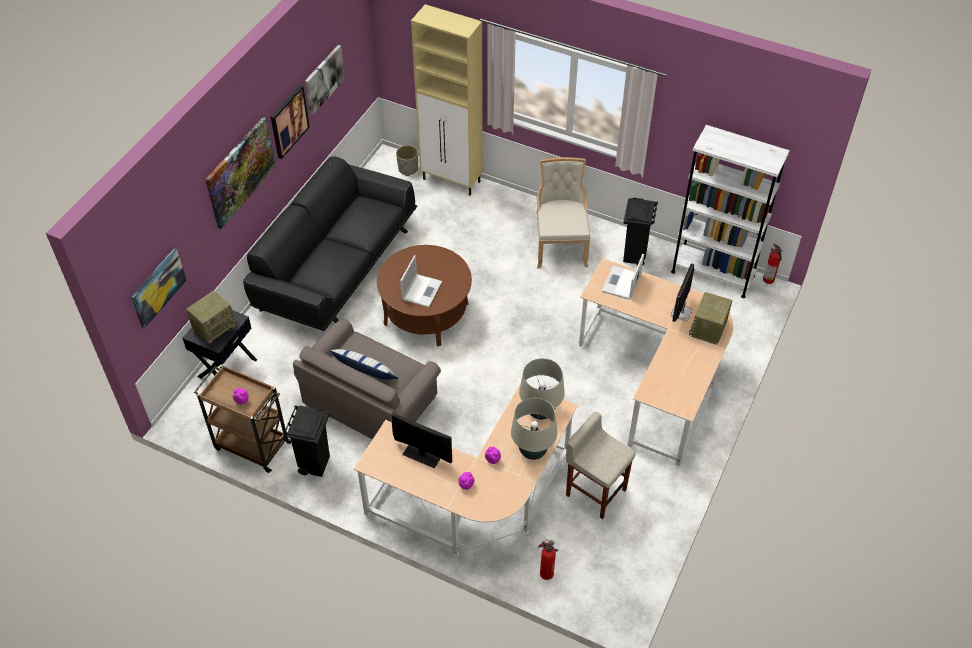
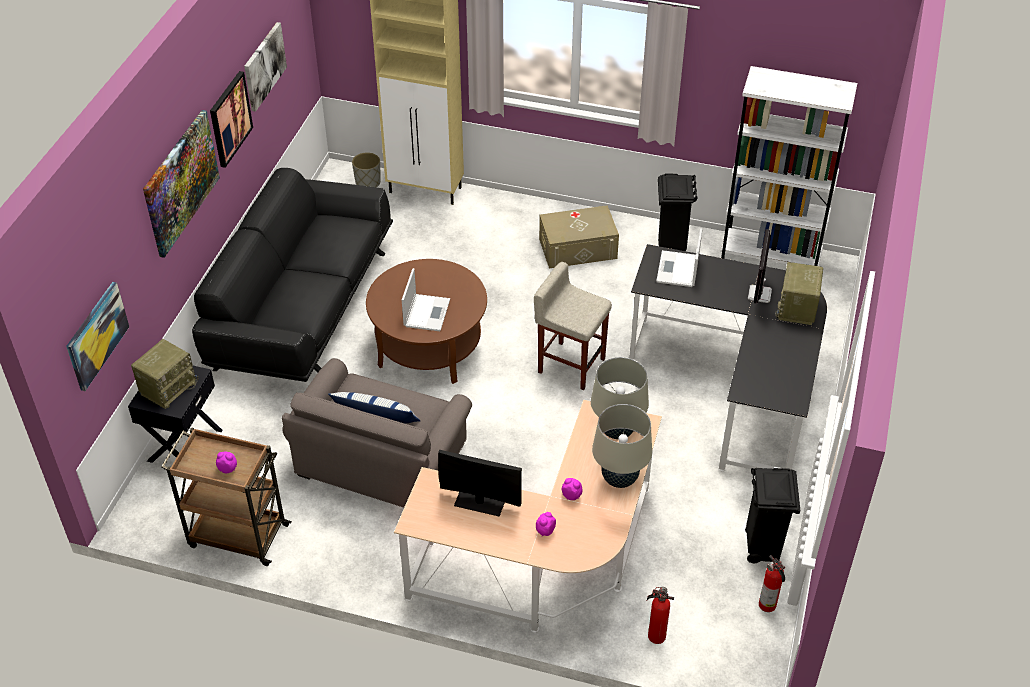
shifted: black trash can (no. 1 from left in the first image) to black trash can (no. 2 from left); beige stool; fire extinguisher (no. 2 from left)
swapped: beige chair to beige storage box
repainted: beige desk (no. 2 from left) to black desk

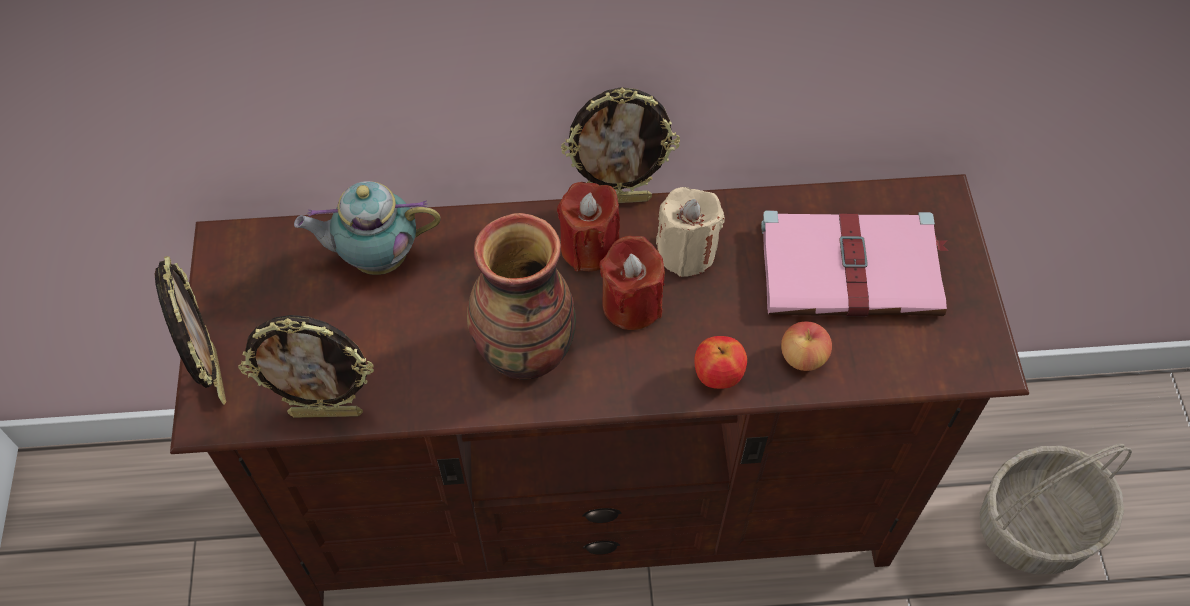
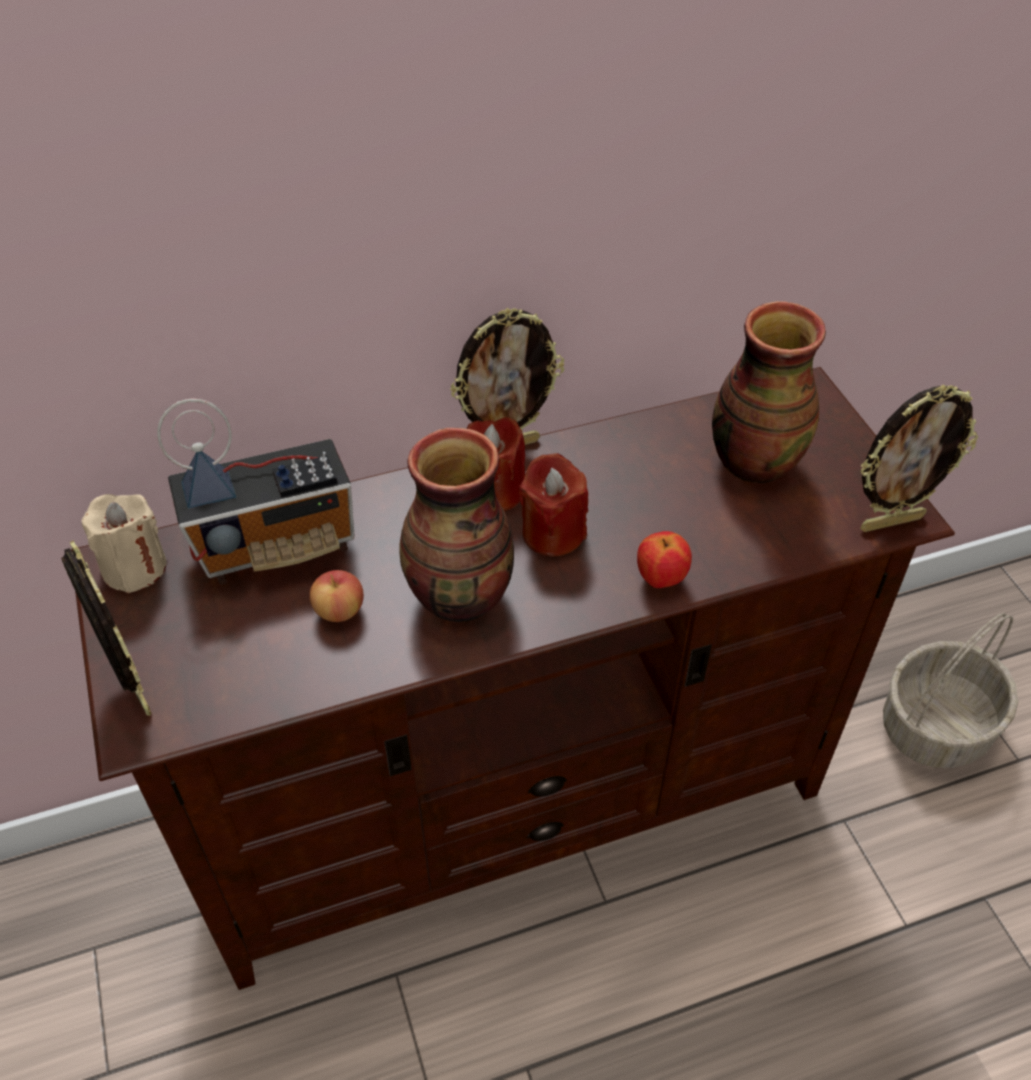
shifted: picture frame (no. 2 from left in the first image) to picture frame (no. 3 from left); beige candle; apple (no. 2 from left in the first image) to apple (no. 1 from left)
swapped: teapot to radio; pink book to vase (no. 2 from left)

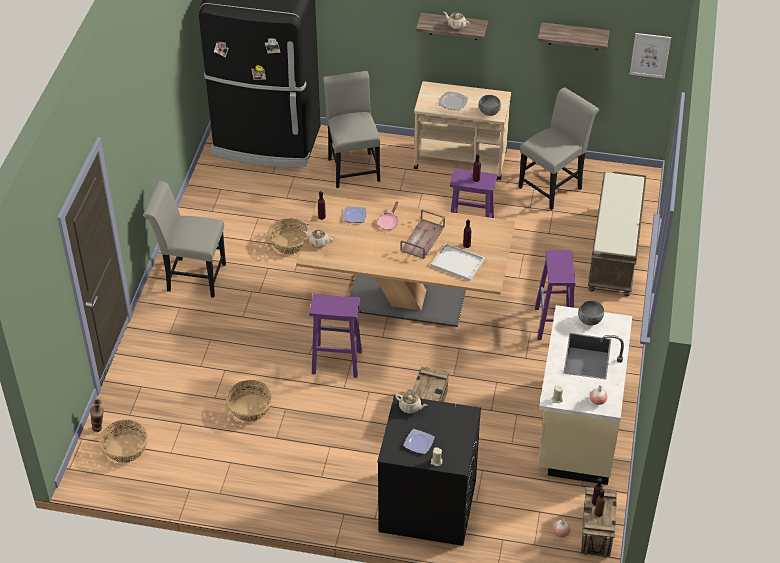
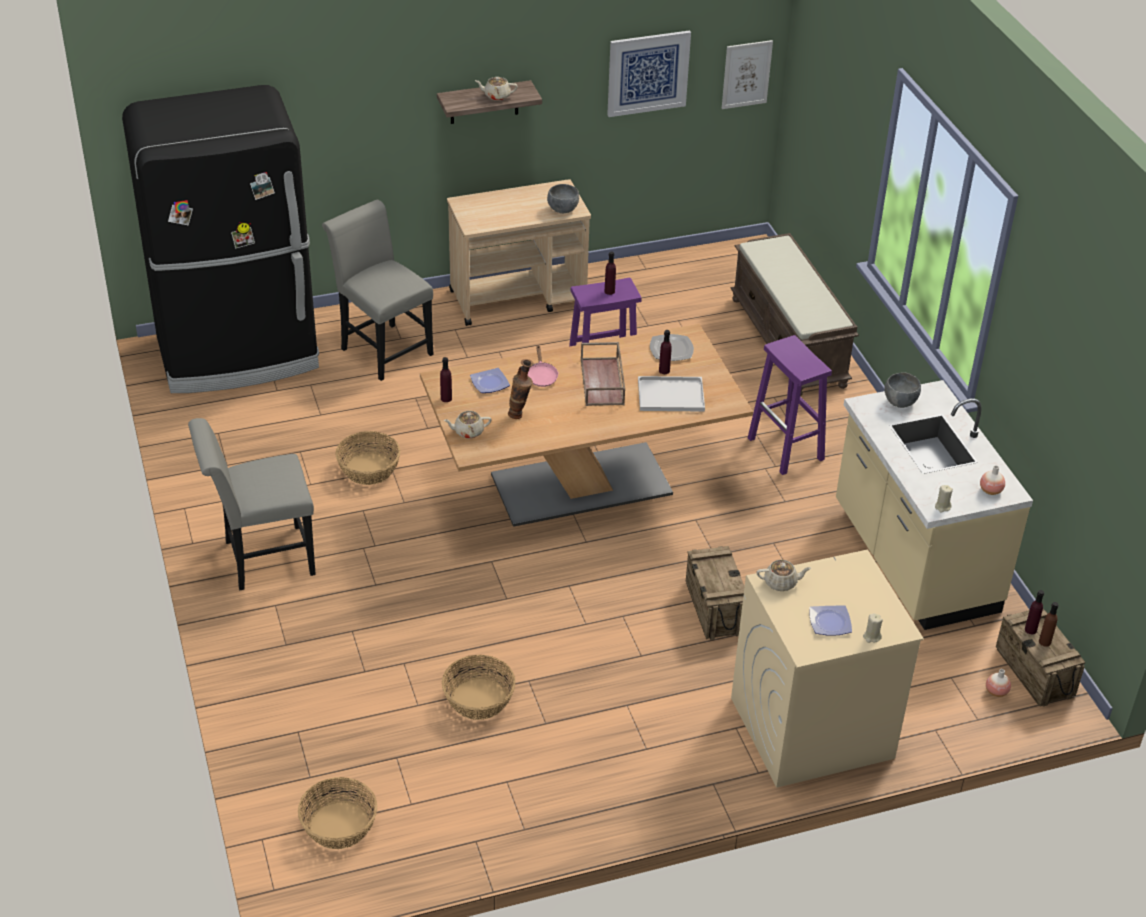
gone: purple stool (no. 1 from left); grey chair (no. 3 from left)
shifted: vase (no. 1 from left); plate (no. 3 from left in the first image) to plate (no. 2 from left)
swapped: shelf (no. 2 from left) to picture (no. 1 from left)
repainted: black washing machine to beige washing machine

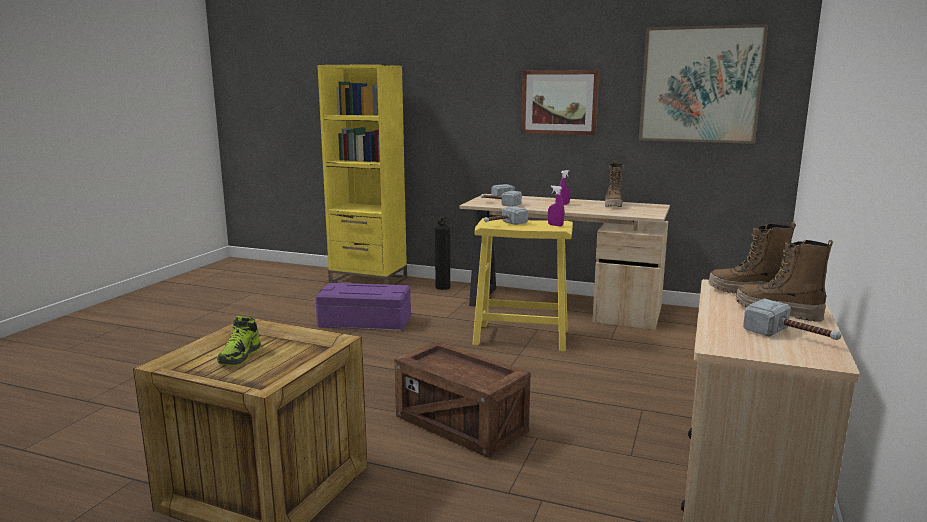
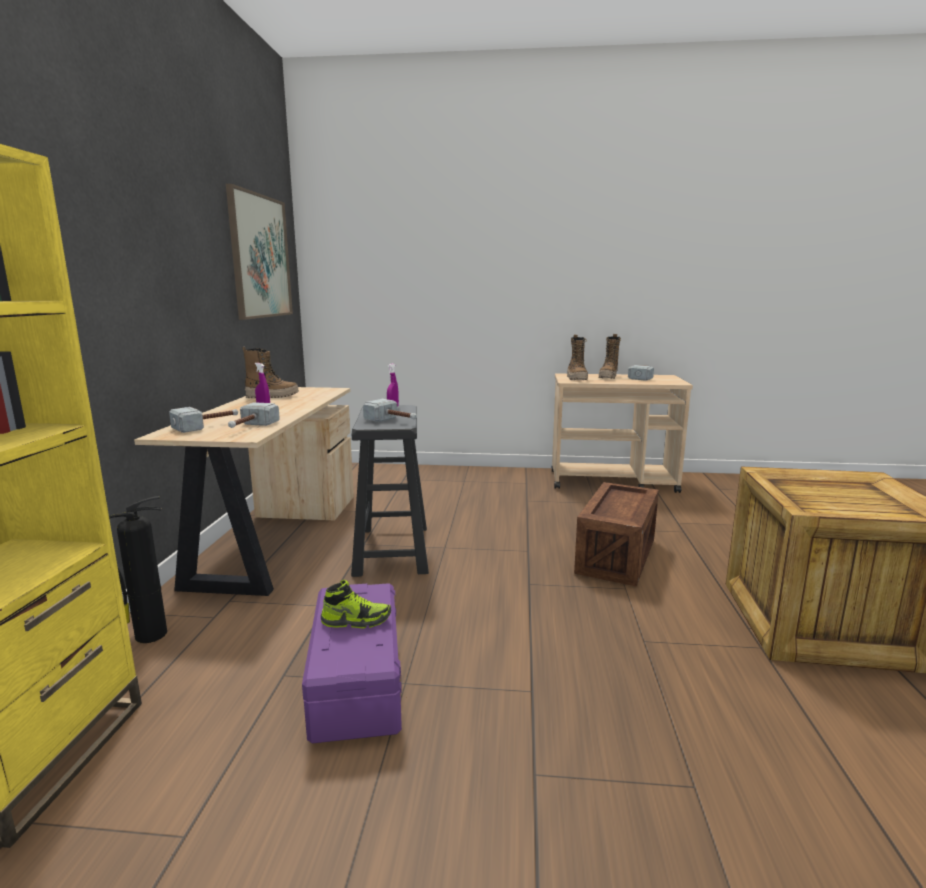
gone: picture (no. 1 from left)
shifted: shoe
repainted: yellow stool to black stool

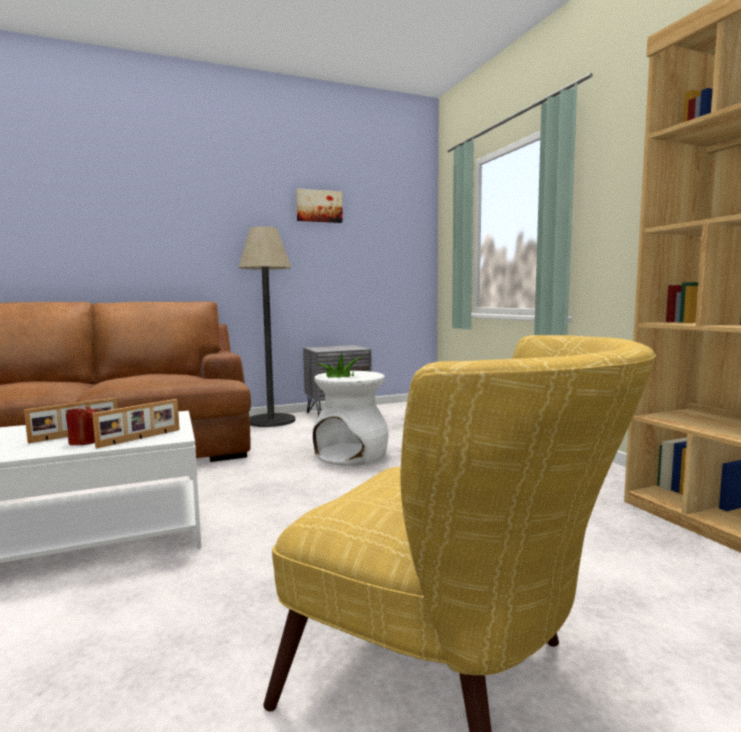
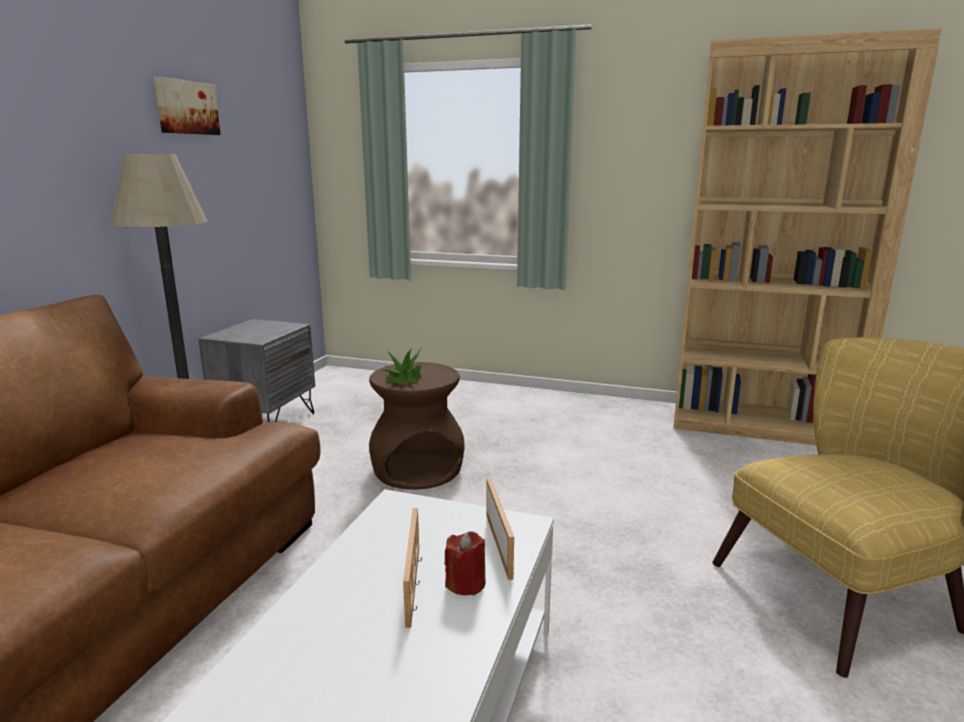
repainted: white stool to brown stool

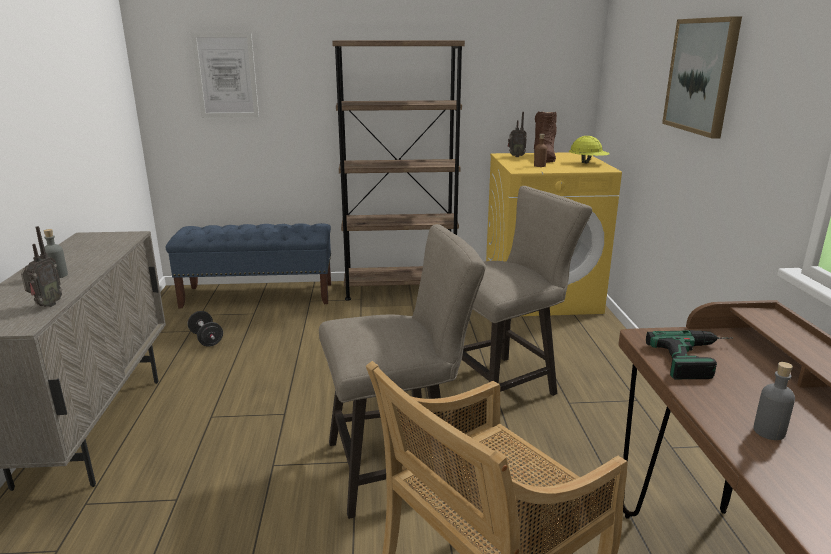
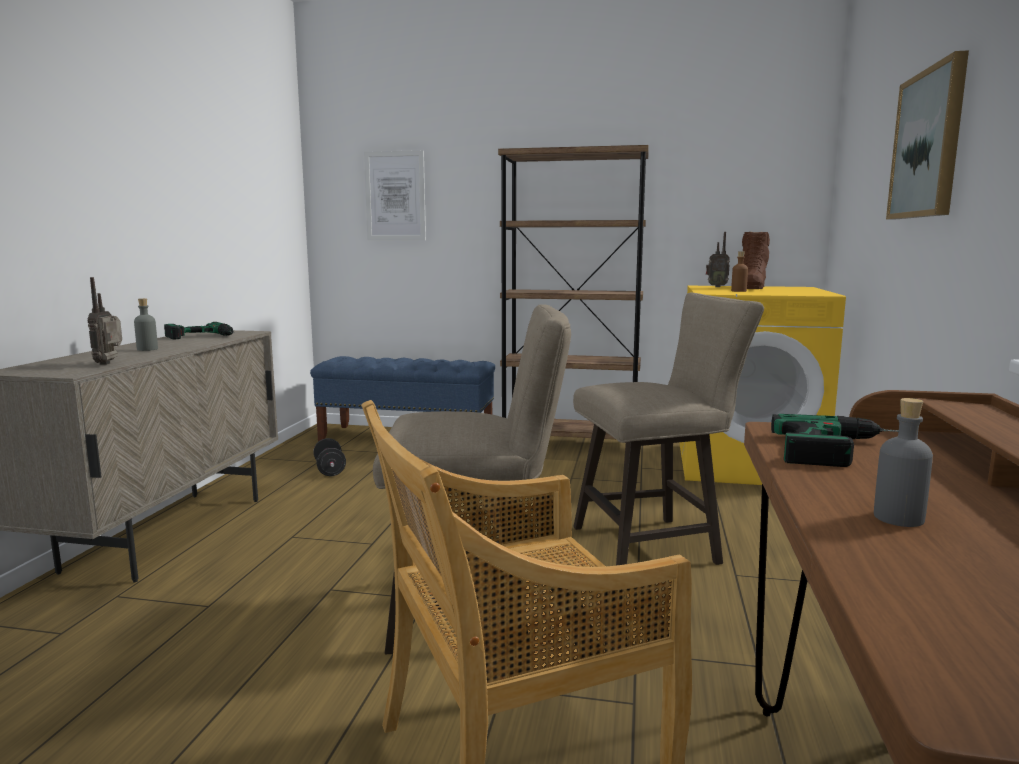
gone: yellow hard hat
new: power drill (no. 1 from left)
rotated: radio (no. 1 from left) 150 degrees clockwise

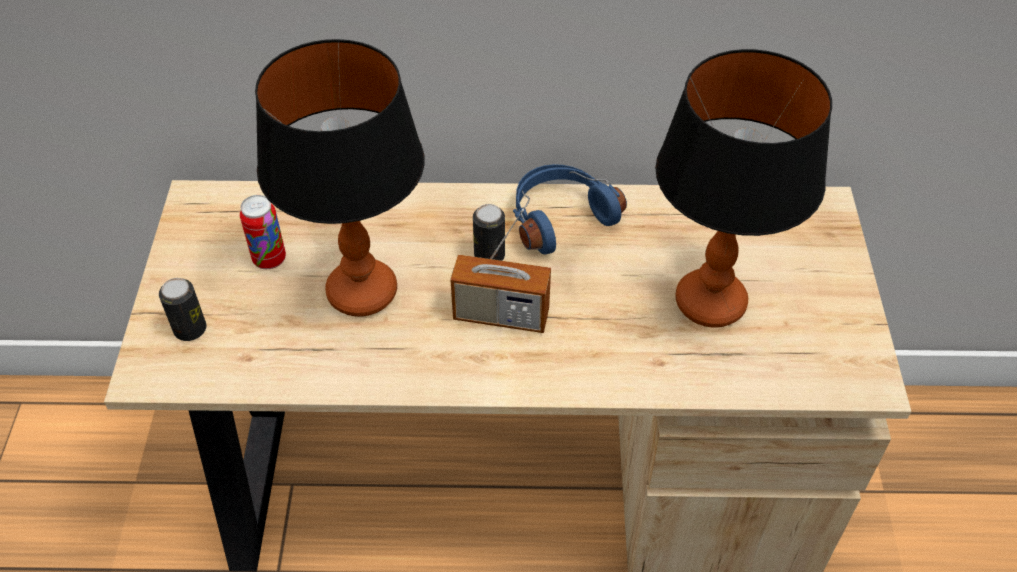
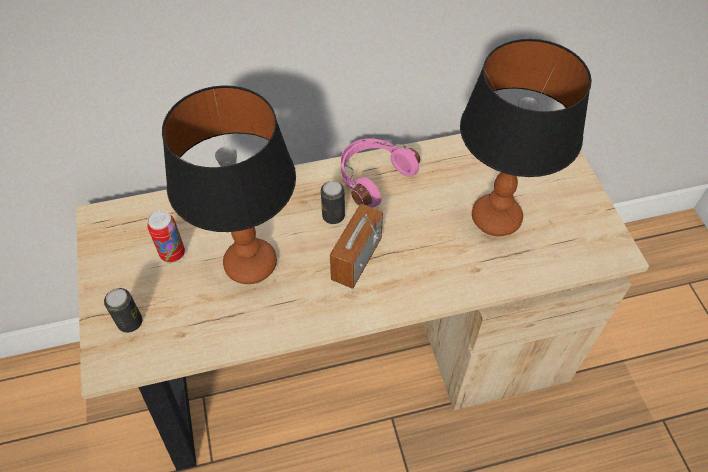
repainted: blue headphones to pink headphones
rotated: radio 120 degrees clockwise

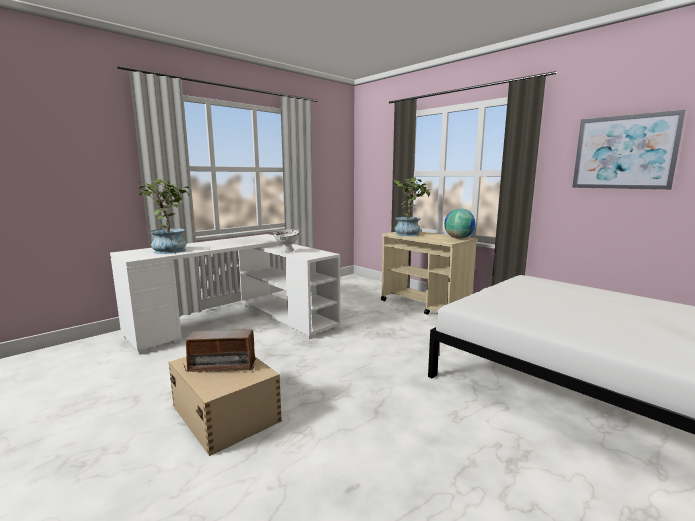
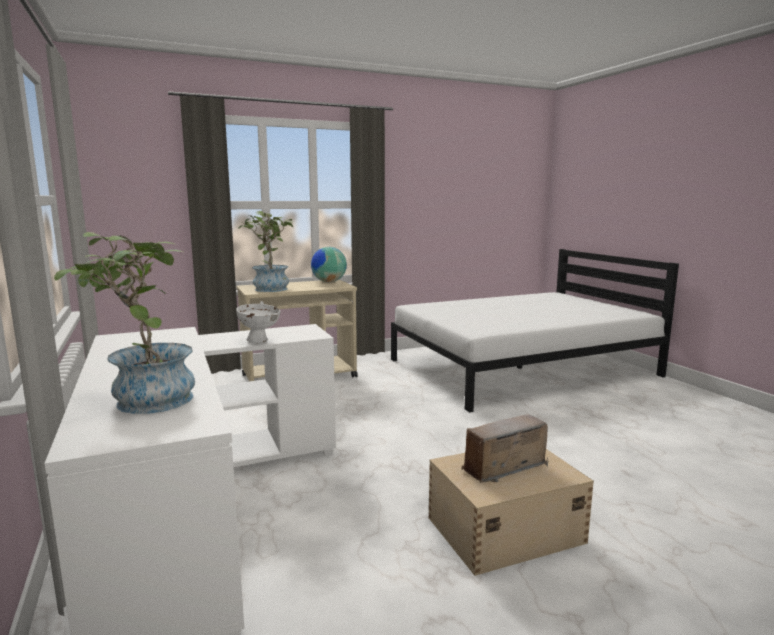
gone: picture
rotated: radio 135 degrees counterclockwise

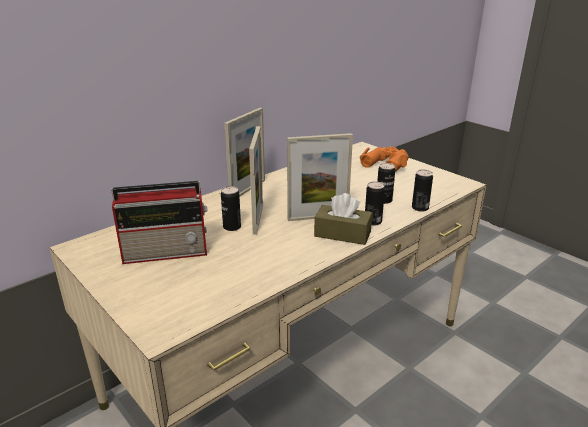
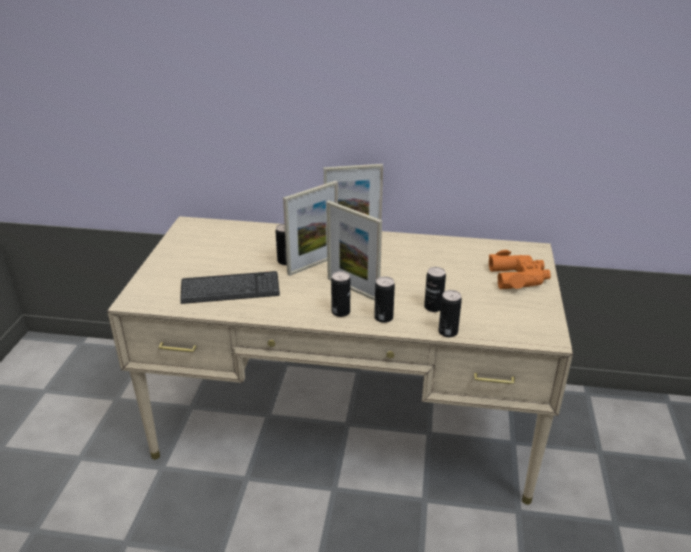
gone: radio
new: keyboard
swapped: brown tissue box to can (no. 2 from left)

